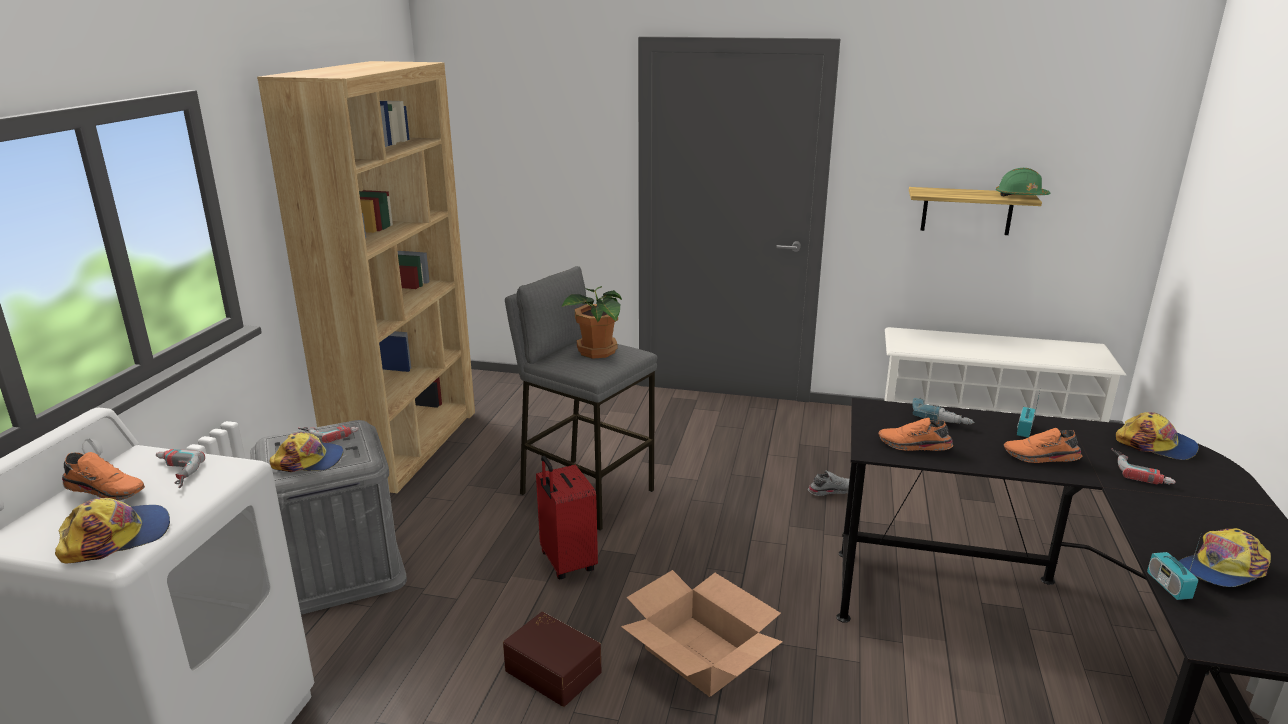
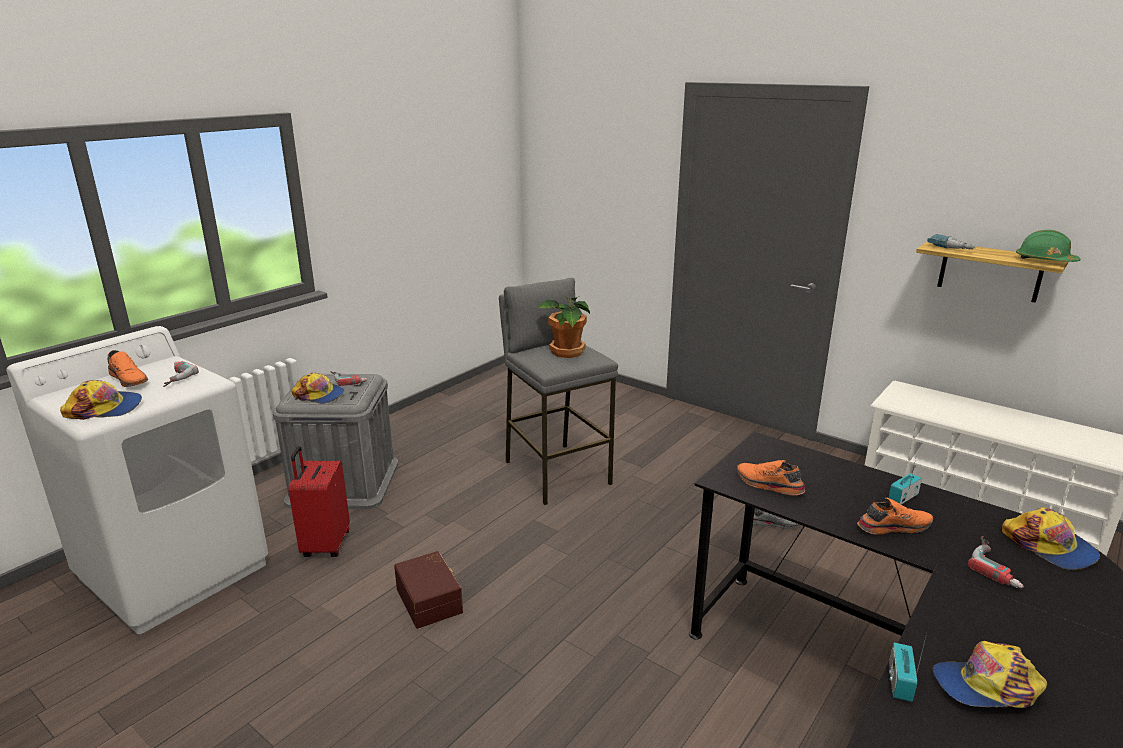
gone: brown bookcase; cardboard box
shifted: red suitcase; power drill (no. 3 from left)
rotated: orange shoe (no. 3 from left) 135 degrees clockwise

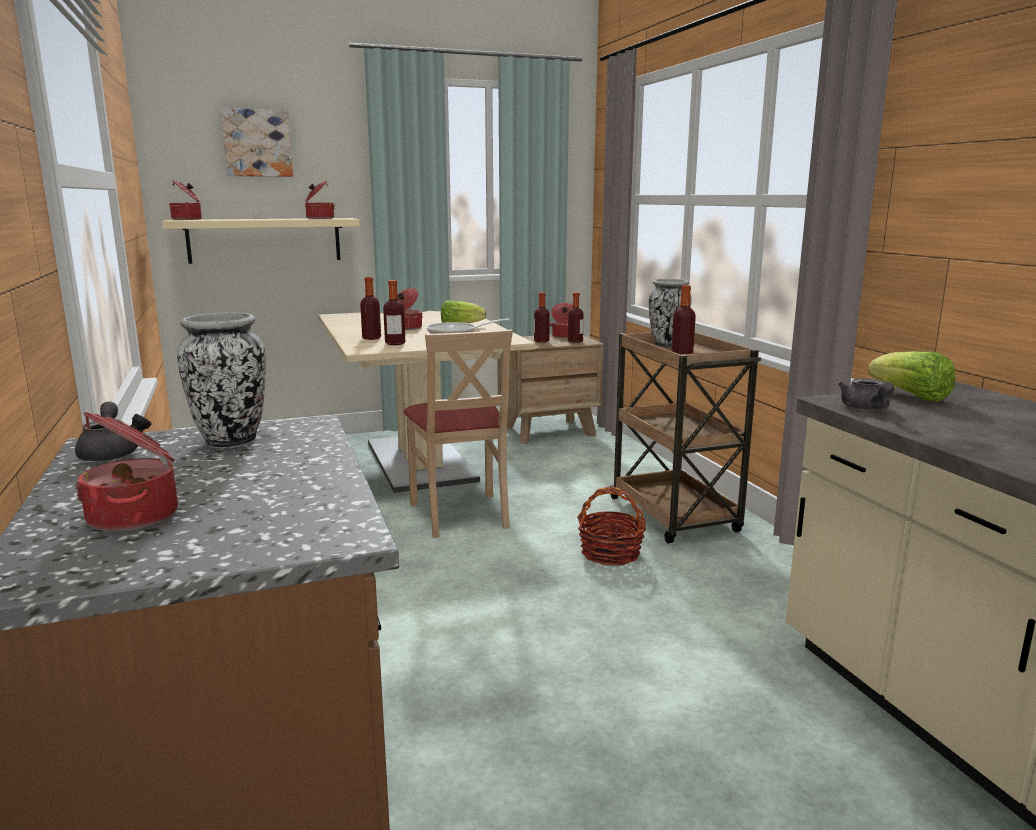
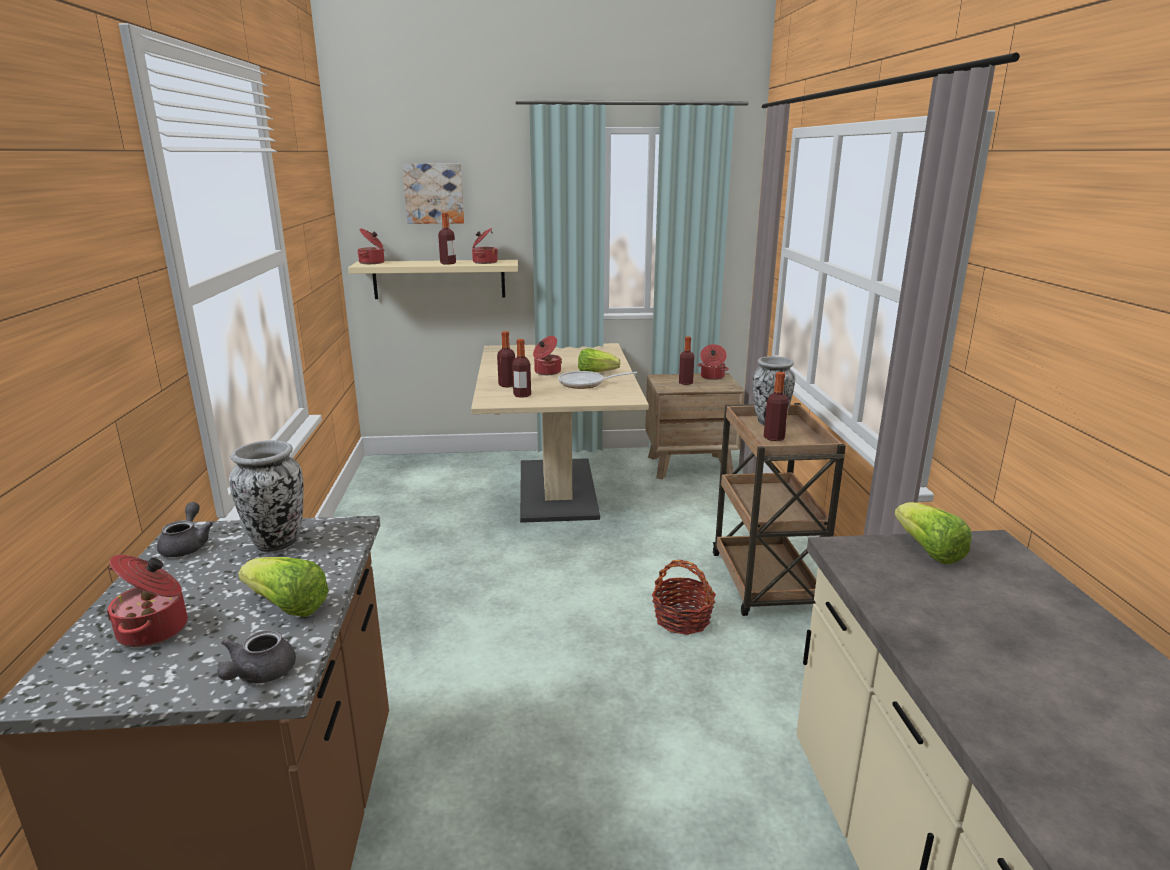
gone: beige chair
new: lettuce (no. 1 from left)
shifted: bottle (no. 4 from left in the first image) to bottle (no. 1 from left); grey teapot (no. 2 from left)

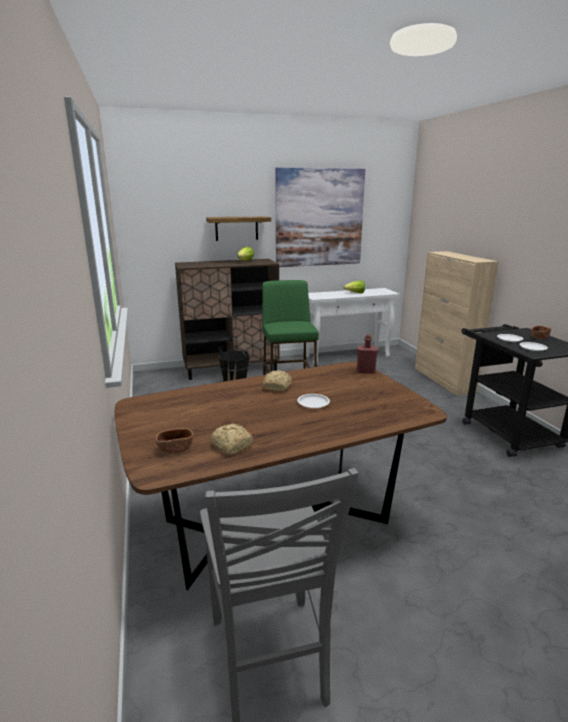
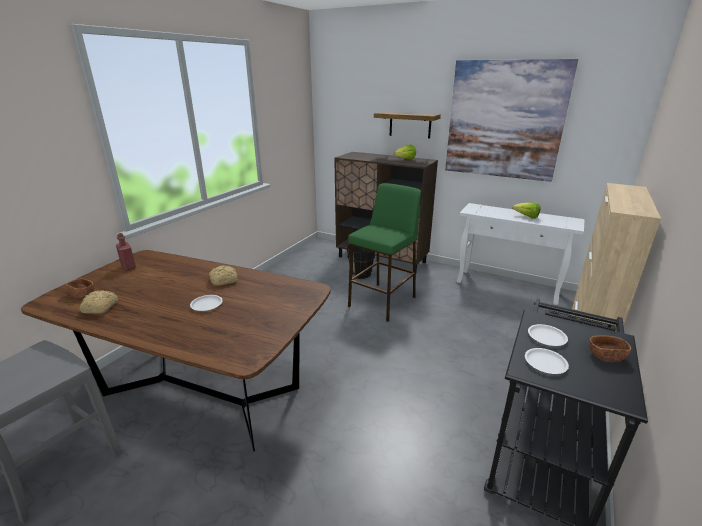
shifted: red bottle

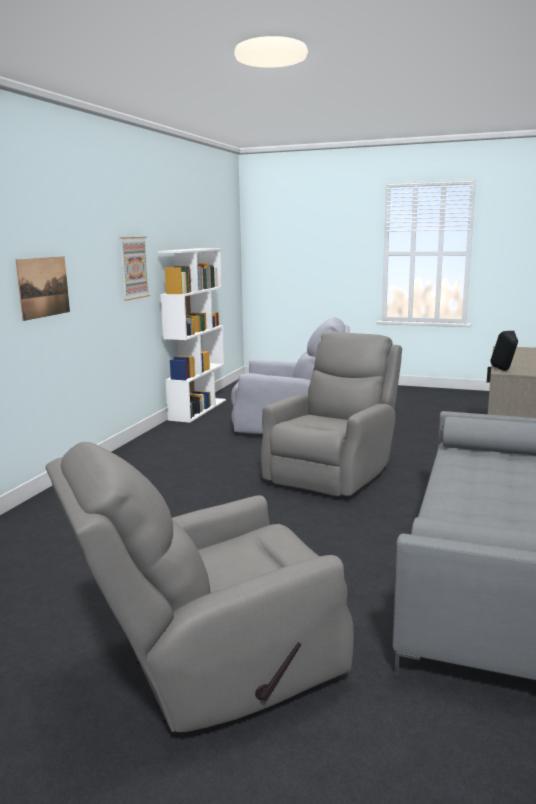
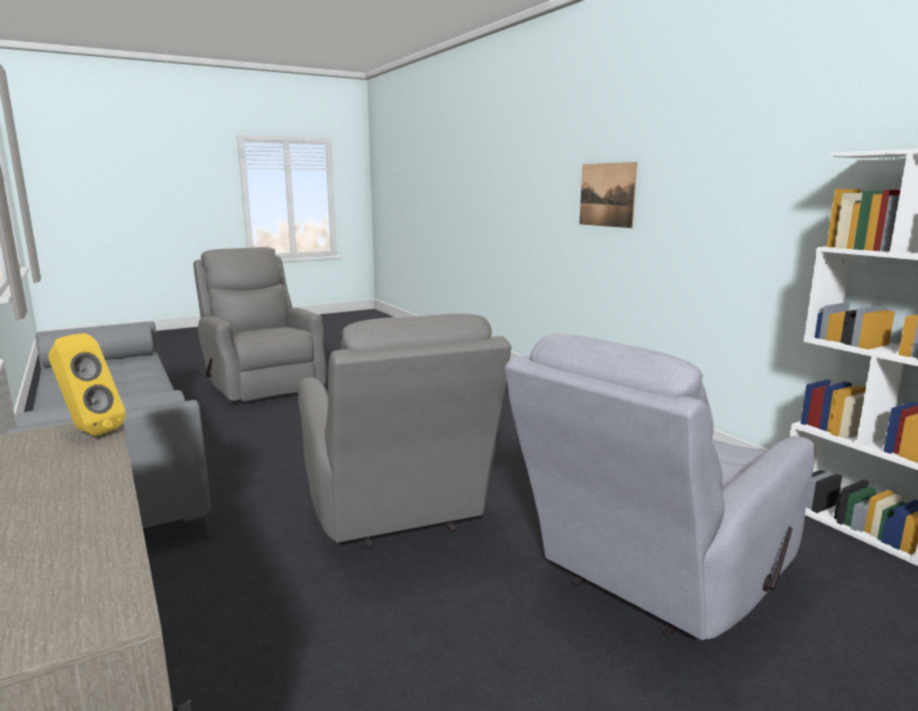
gone: picture (no. 2 from left)
repainted: black speaker to yellow speaker
rotated: grey armchair (no. 1 from left) 45 degrees counterclockwise

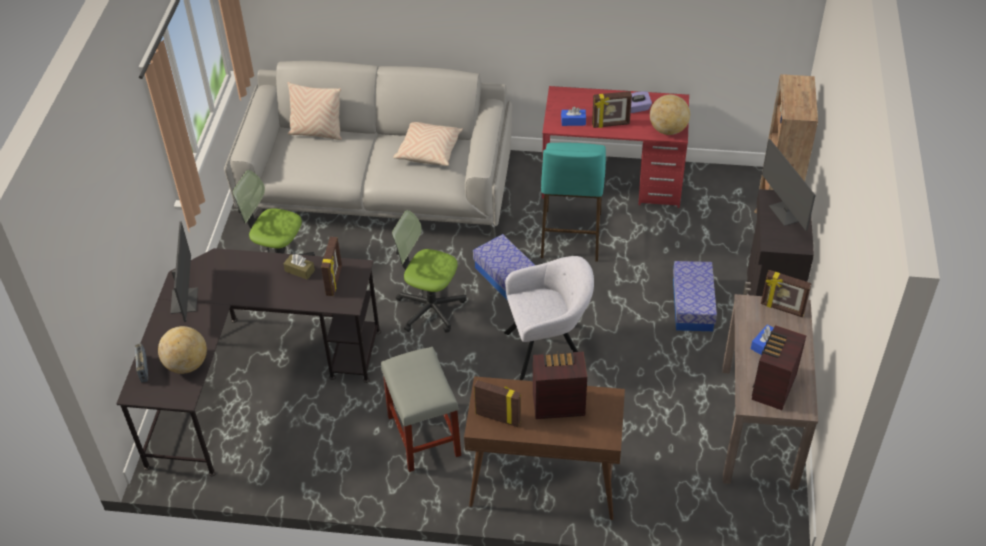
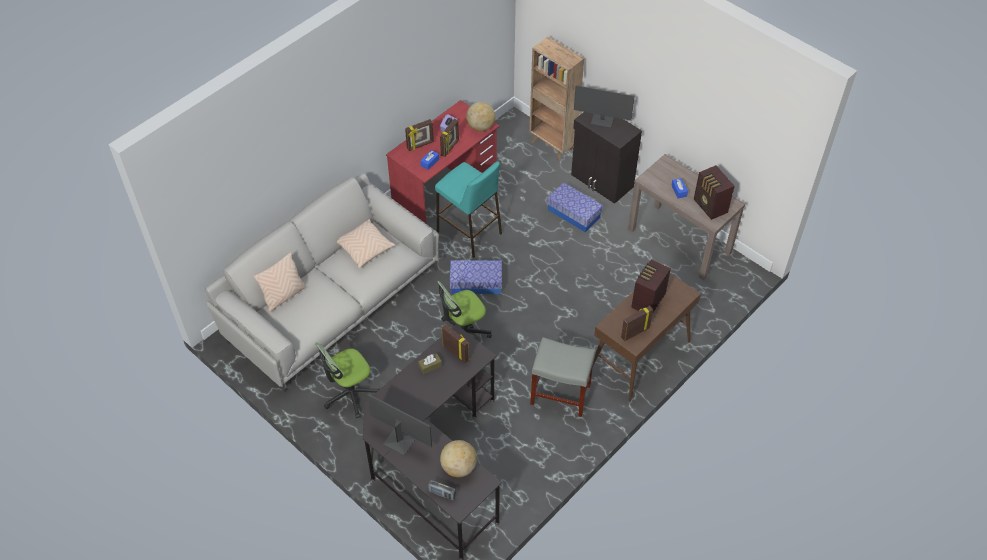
gone: grey armchair
shifted: picture frame (no. 4 from left in the first image) to picture frame (no. 1 from left)

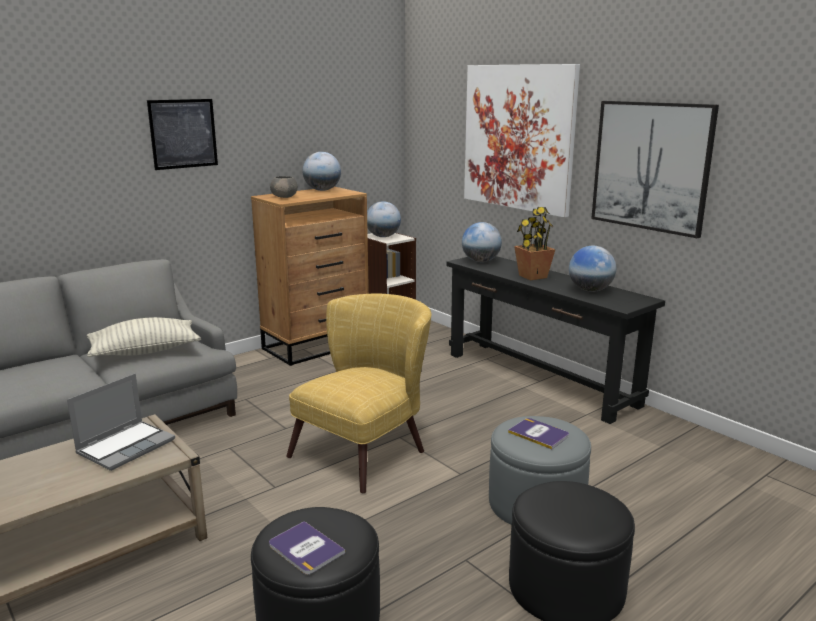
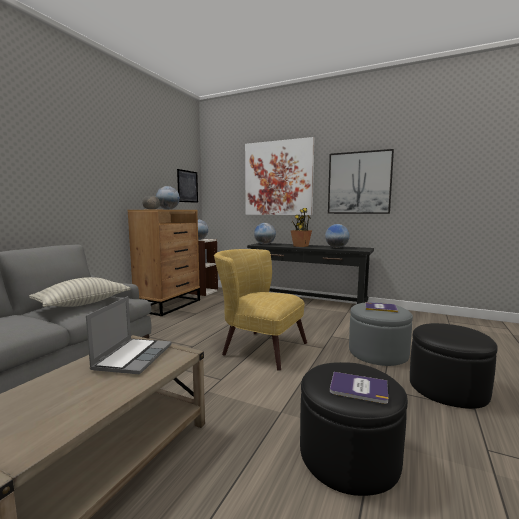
shifted: picture (no. 1 from left)
rotated: yellow armchair 75 degrees counterclockwise

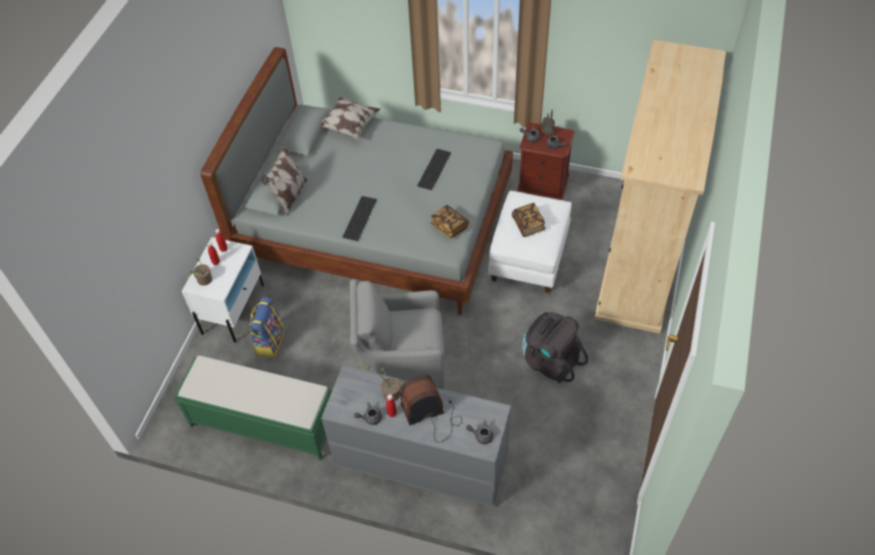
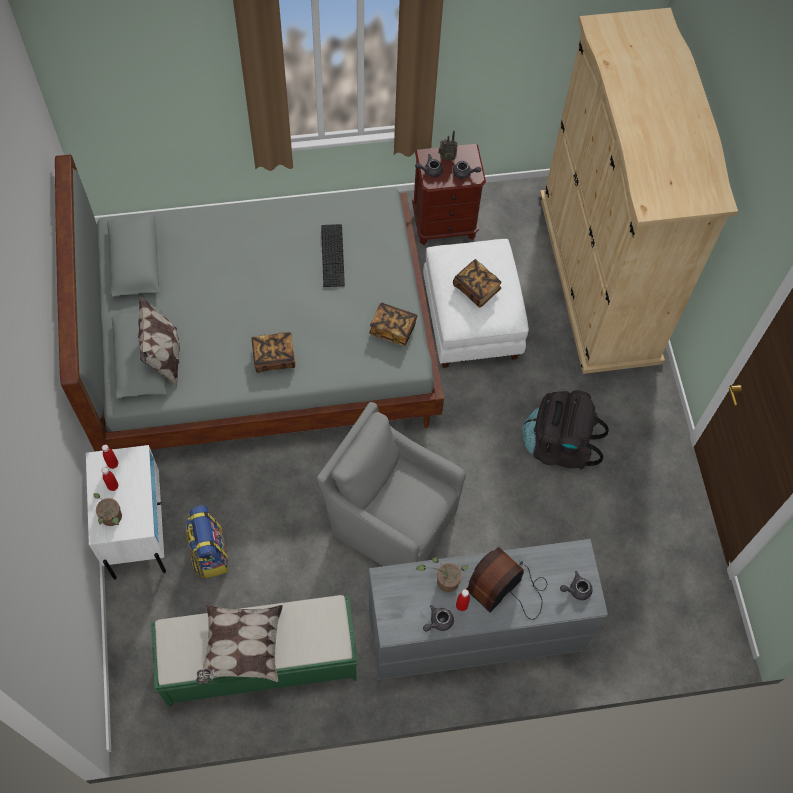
shifted: pillow (no. 2 from left)
swapped: keyboard (no. 1 from left) to book (no. 1 from left)
rotated: grey armchair 60 degrees clockwise

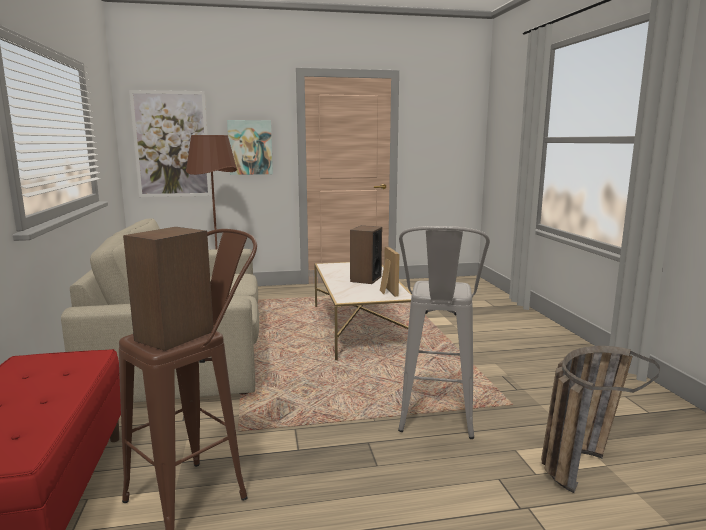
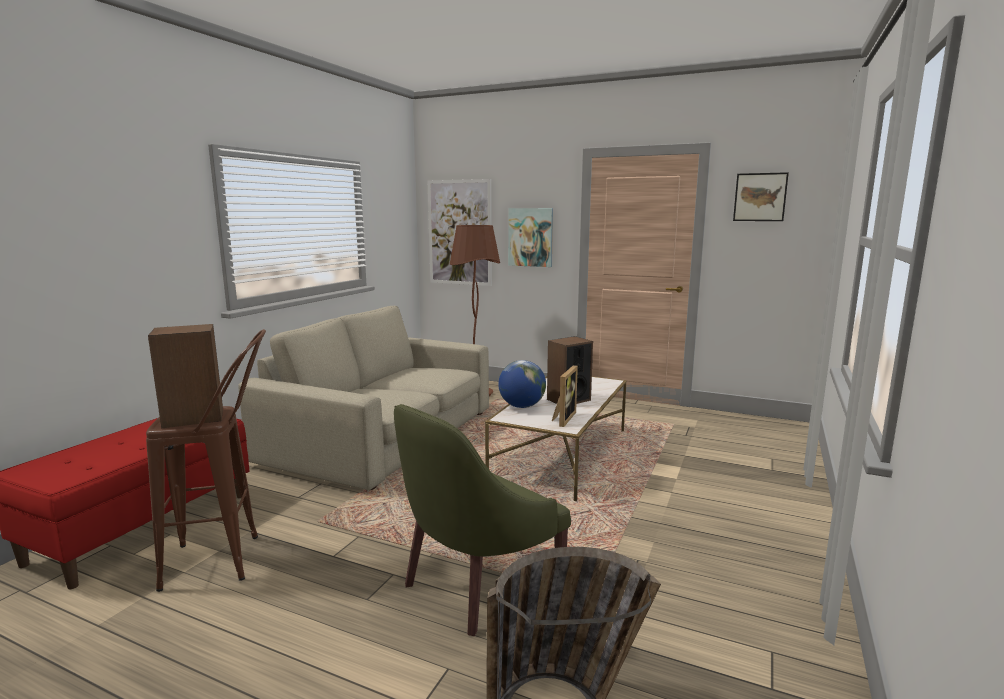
new: globe; picture (no. 3 from left)
swapped: grey stool to green armchair

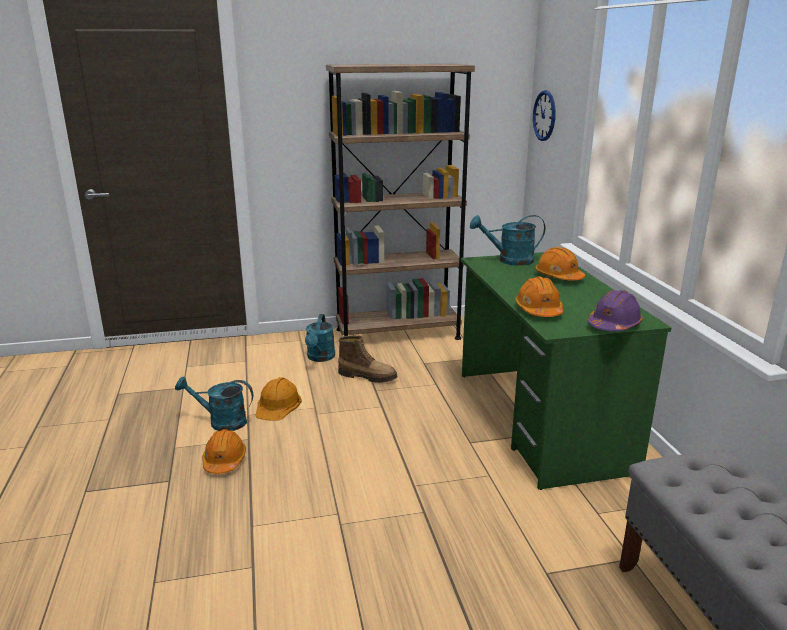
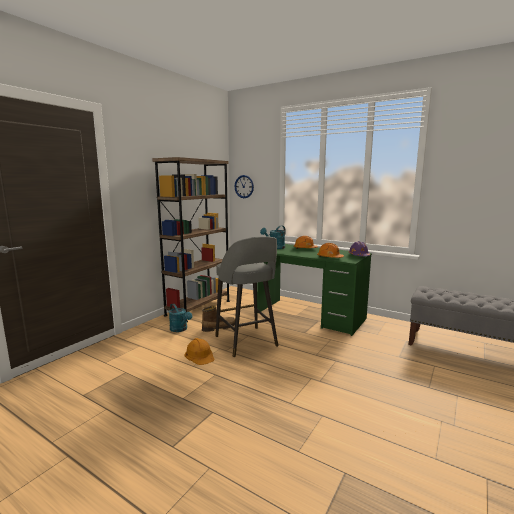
gone: turquoise watering can (no. 1 from left); orange hard hat (no. 1 from left)
new: grey stool

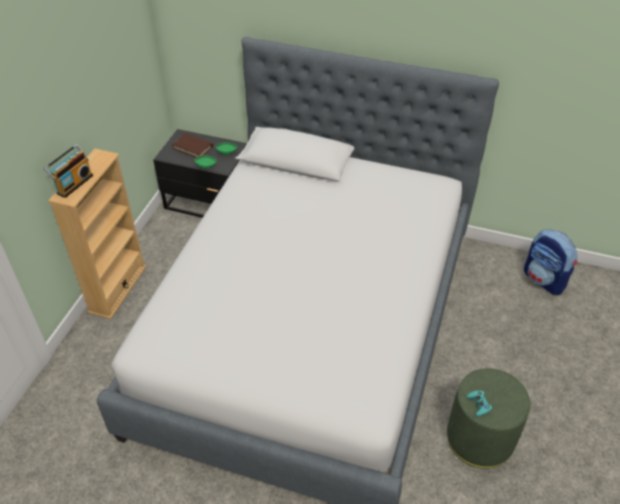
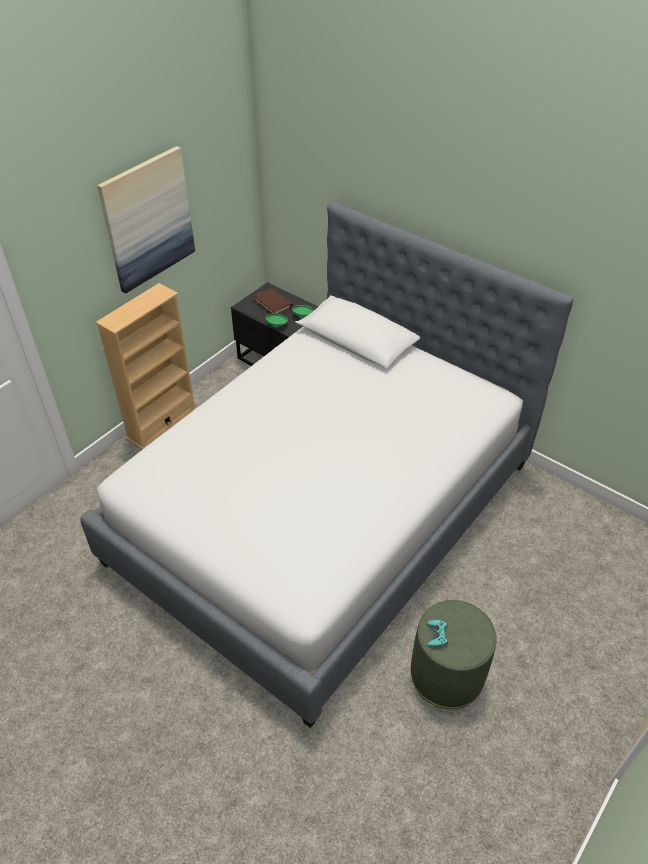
gone: radio; backpack
new: picture

